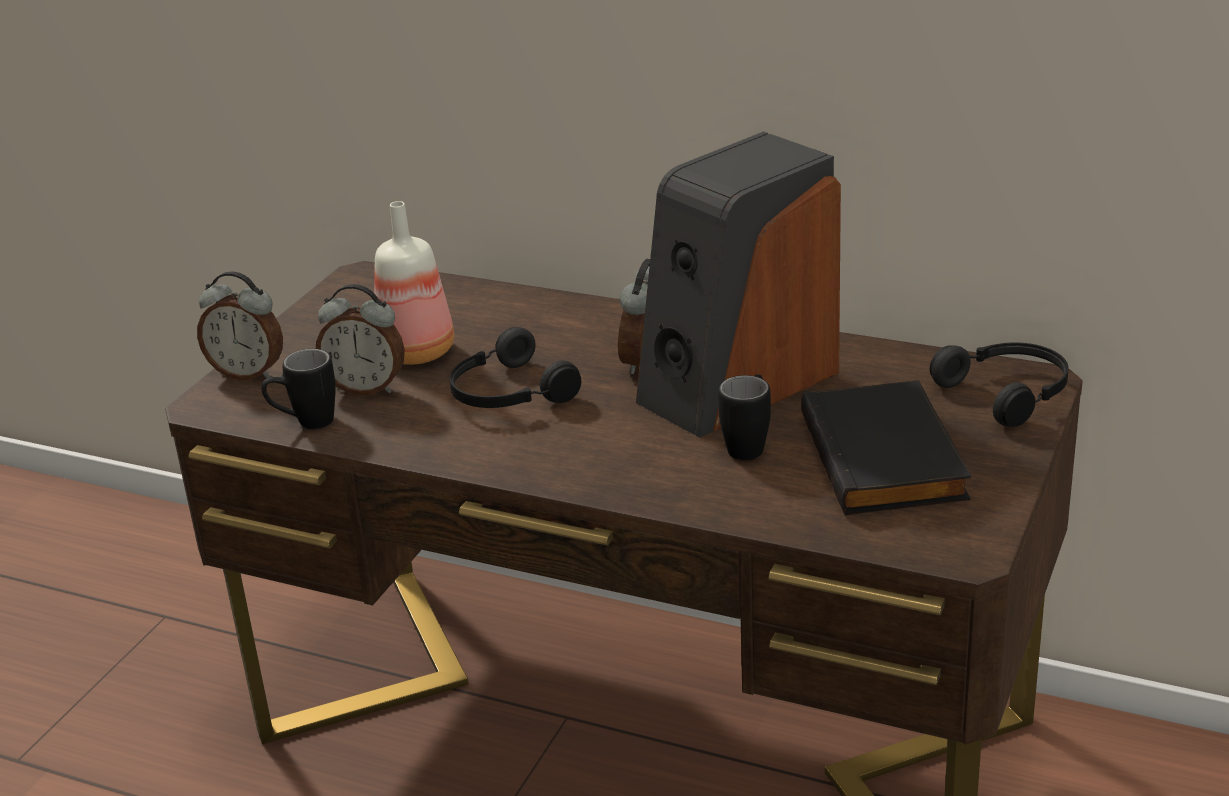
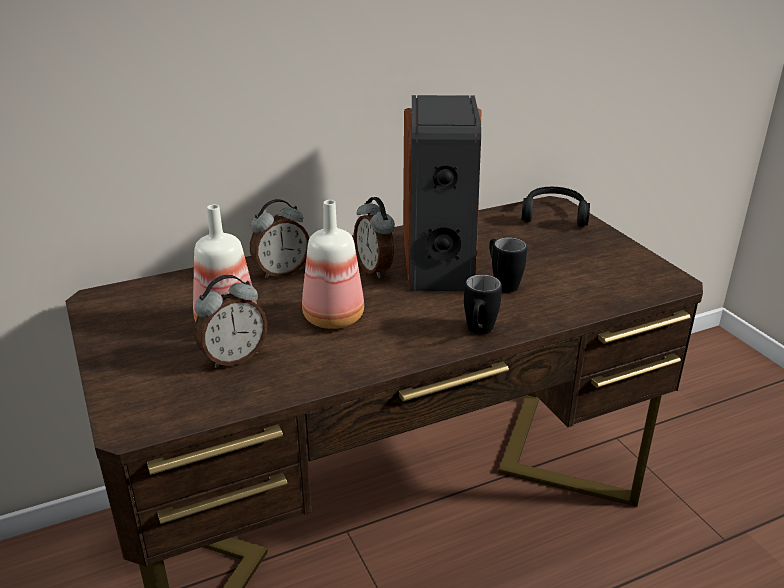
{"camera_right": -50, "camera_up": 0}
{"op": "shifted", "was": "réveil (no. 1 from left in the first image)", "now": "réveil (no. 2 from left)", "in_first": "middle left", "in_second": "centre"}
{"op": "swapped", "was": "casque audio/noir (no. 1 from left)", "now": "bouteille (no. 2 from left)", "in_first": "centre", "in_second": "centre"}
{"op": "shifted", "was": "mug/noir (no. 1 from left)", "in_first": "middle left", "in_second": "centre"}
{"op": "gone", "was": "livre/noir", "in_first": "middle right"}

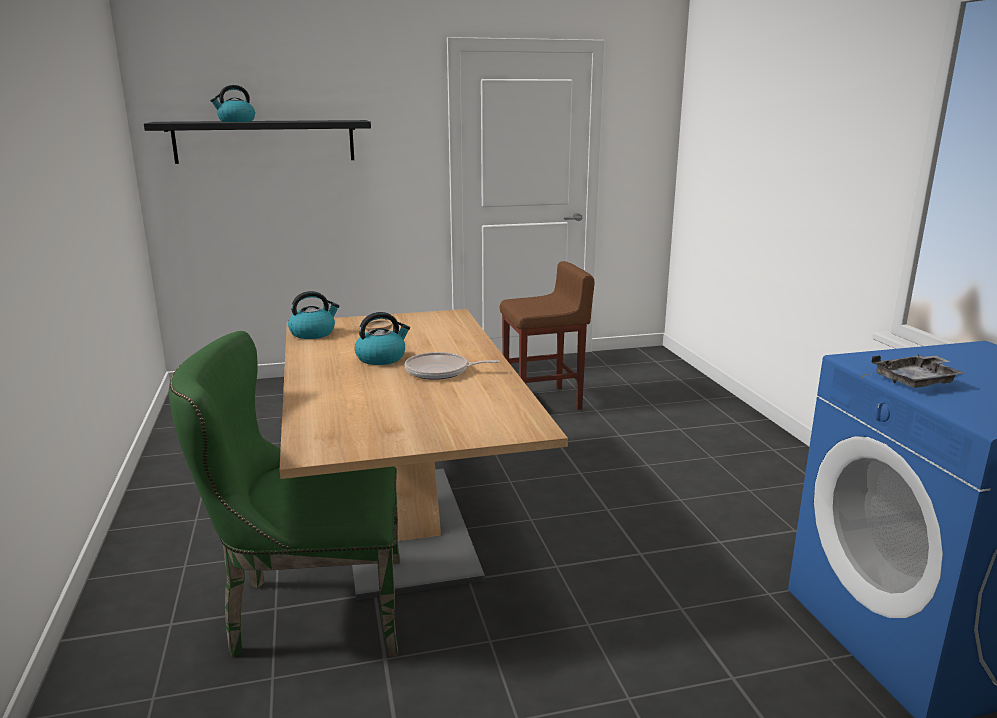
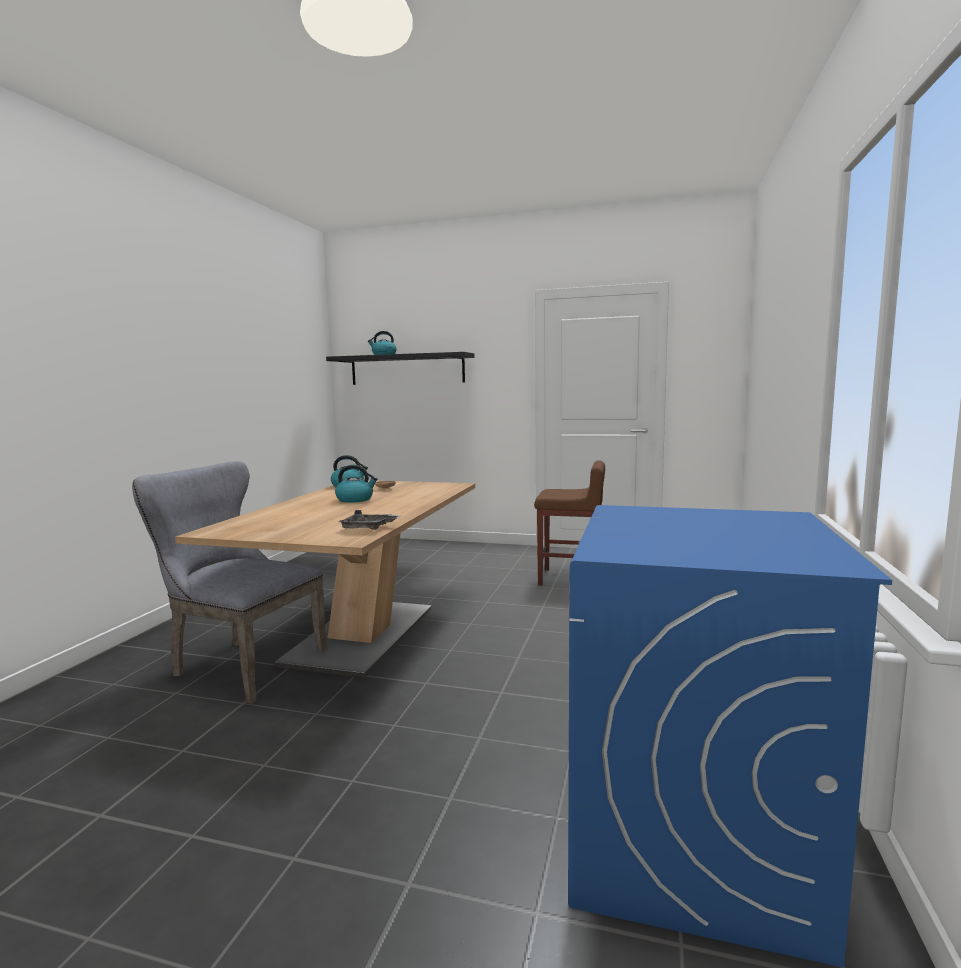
{"camera_right": 30, "camera_up": -10}
{"op": "repainted", "was": "chaise/vert", "now": "chaise/gris", "in_first": "bottom left", "in_second": "middle left"}
{"op": "shifted", "was": "plateau/gris", "in_first": "middle right", "in_second": "centre"}
{"op": "gone", "was": "poêle", "in_first": "centre"}

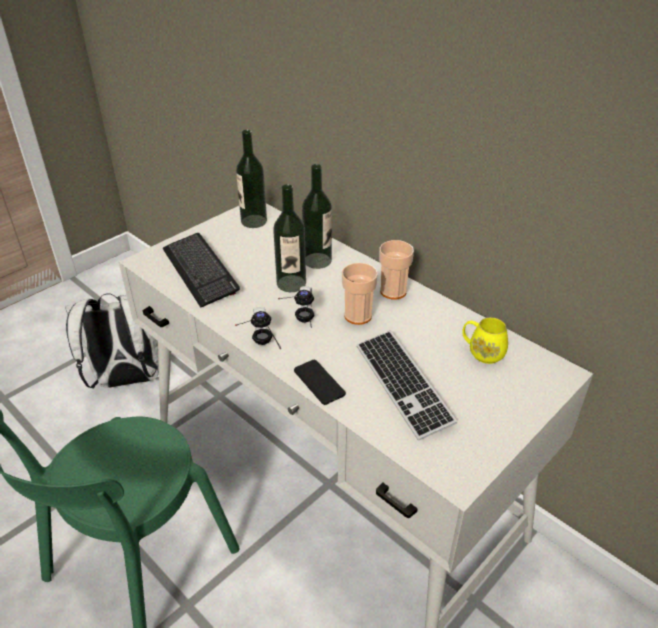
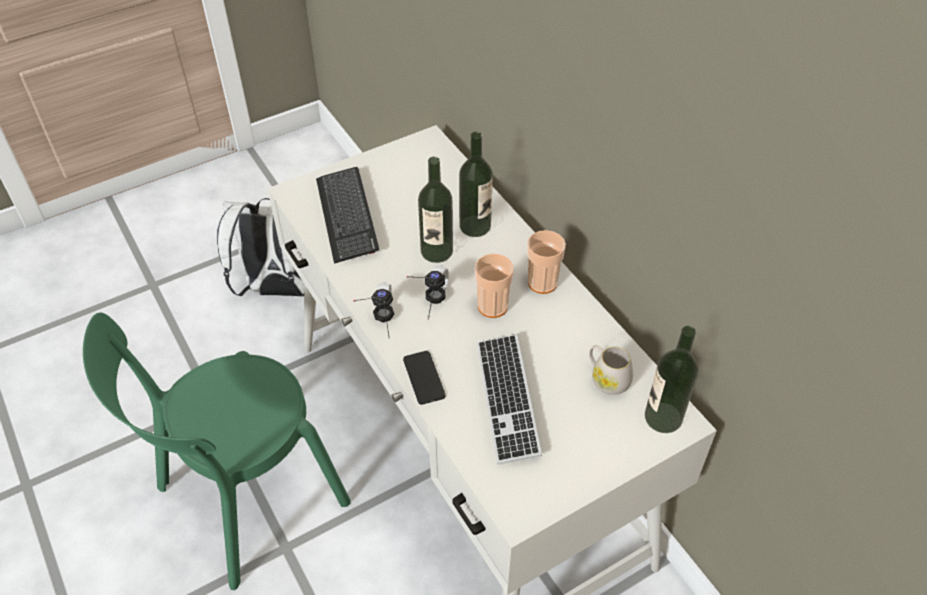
{"camera_right": 15, "camera_up": 10}
{"op": "repainted", "was": "mug/jaune", "now": "mug/blanc", "in_first": "middle right", "in_second": "centre"}
{"op": "shifted", "was": "bouteille (no. 1 from left in the first image)", "now": "bouteille (no. 3 from left)", "in_first": "top centre", "in_second": "middle right"}

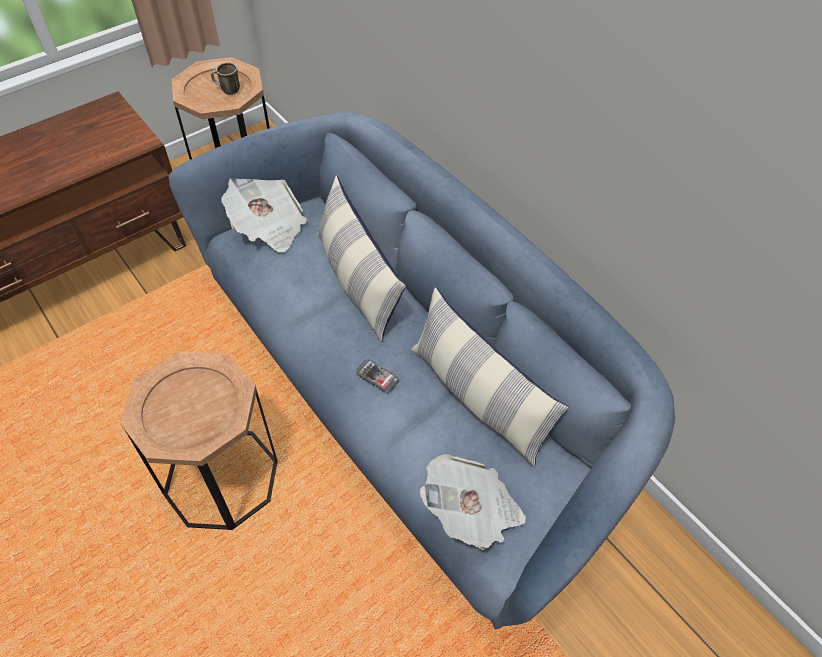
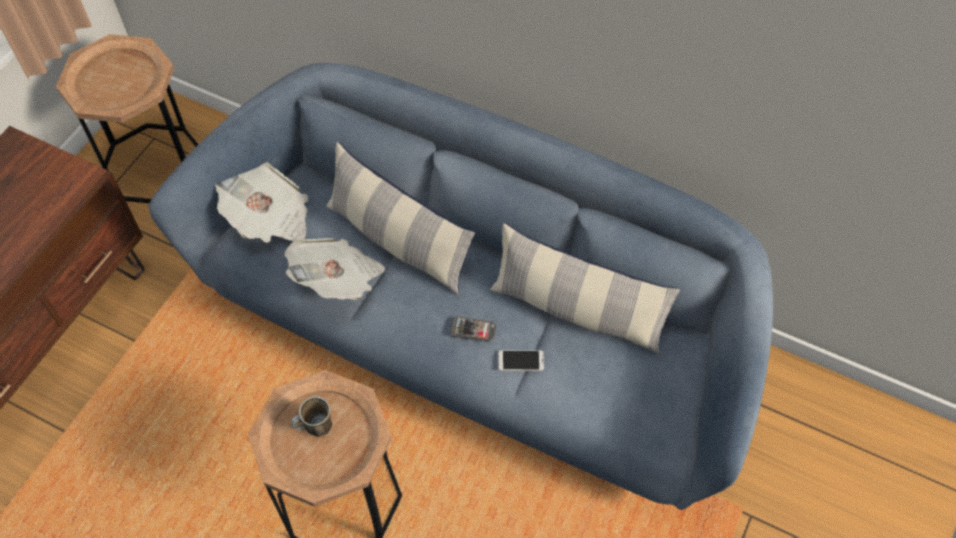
{"camera_right": -25, "camera_up": 5}
{"op": "shifted", "was": "journal (no. 2 from left)", "in_first": "bottom centre", "in_second": "centre"}
{"op": "shifted", "was": "mug", "in_first": "top left", "in_second": "bottom left"}
{"op": "new", "now": "téléphone (no. 2 from left)", "in_second": "bottom centre"}

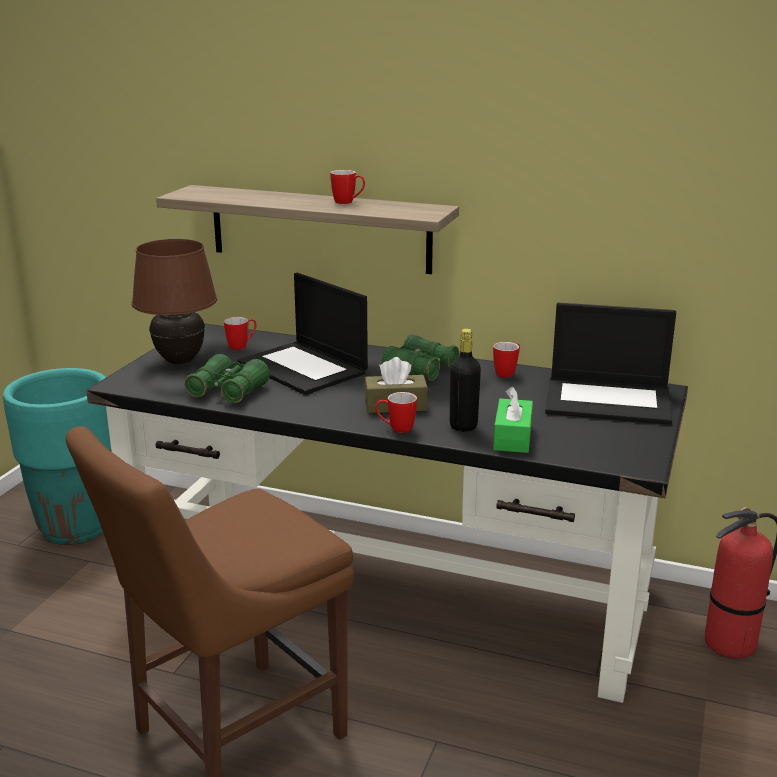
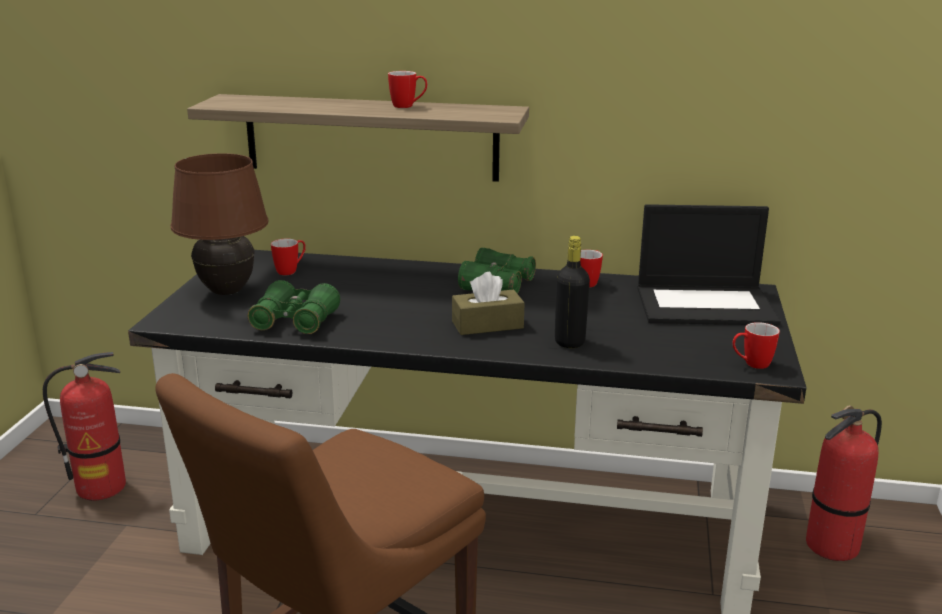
{"camera_right": -10, "camera_up": 0}
{"op": "swapped", "was": "cache-pot/turquoise", "now": "extincteur (no. 1 from left)", "in_first": "middle left", "in_second": "bottom left"}
{"op": "shifted", "was": "mug (no. 3 from left in the first image)", "now": "mug (no. 4 from left)", "in_first": "centre", "in_second": "middle right"}
{"op": "gone", "was": "ordinateur portable (no. 1 from left)", "in_first": "centre"}
{"op": "gone", "was": "boîte à mouchoirs/vert", "in_first": "centre"}

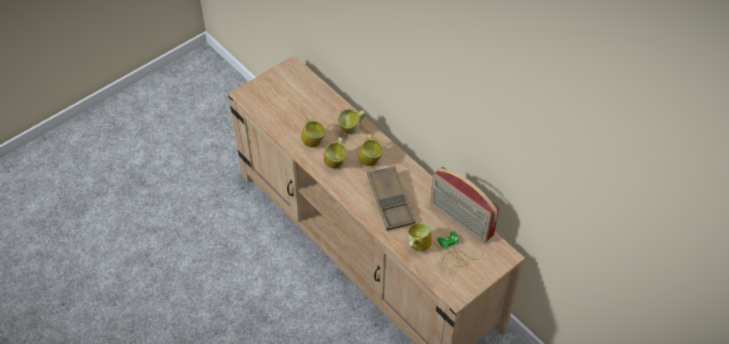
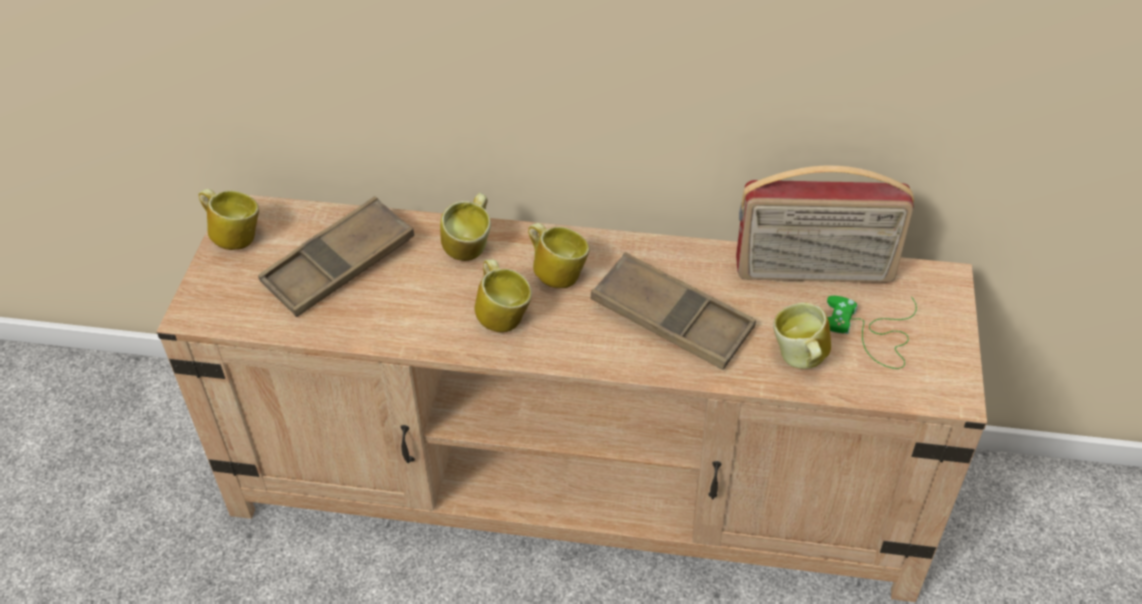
{"camera_right": -40, "camera_up": -5}
{"op": "shifted", "was": "mug (no. 1 from left)", "in_first": "centre", "in_second": "middle left"}
{"op": "new", "now": "plateau/marron (no. 1 from left)", "in_second": "middle left"}

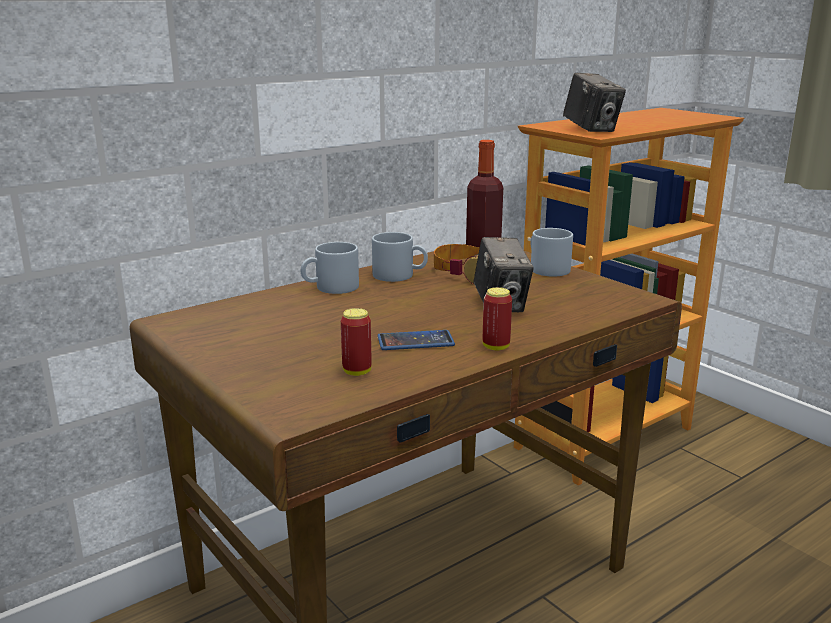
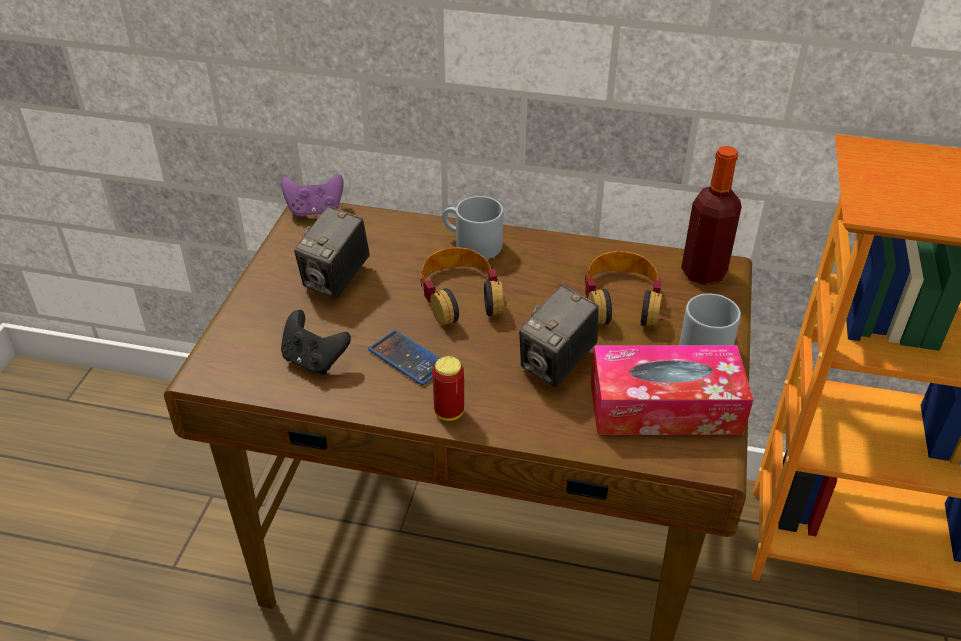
{"camera_right": 50, "camera_up": 20}
{"op": "new", "now": "manette/violet", "in_second": "top left"}
{"op": "swapped", "was": "boîte métallique (no. 1 from left)", "now": "manette/noir", "in_first": "centre", "in_second": "middle left"}
{"op": "shifted", "was": "appareil photo (no. 2 from left in the first image)", "now": "appareil photo (no. 1 from left)", "in_first": "top right", "in_second": "centre"}
{"op": "new", "now": "casque audio (no. 1 from left)", "in_second": "centre"}
{"op": "new", "now": "boîte à mouchoirs", "in_second": "middle right"}
{"op": "gone", "was": "mug/gris (no. 2 from left)", "in_first": "centre"}

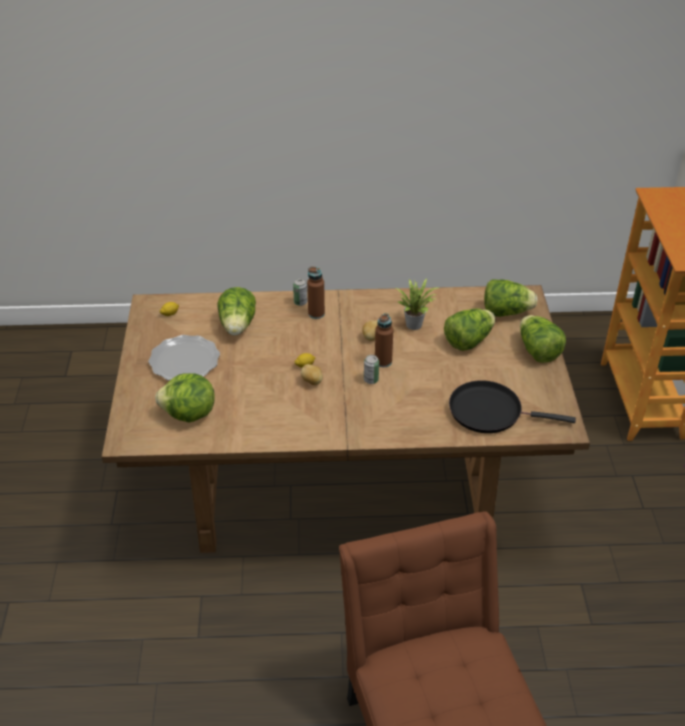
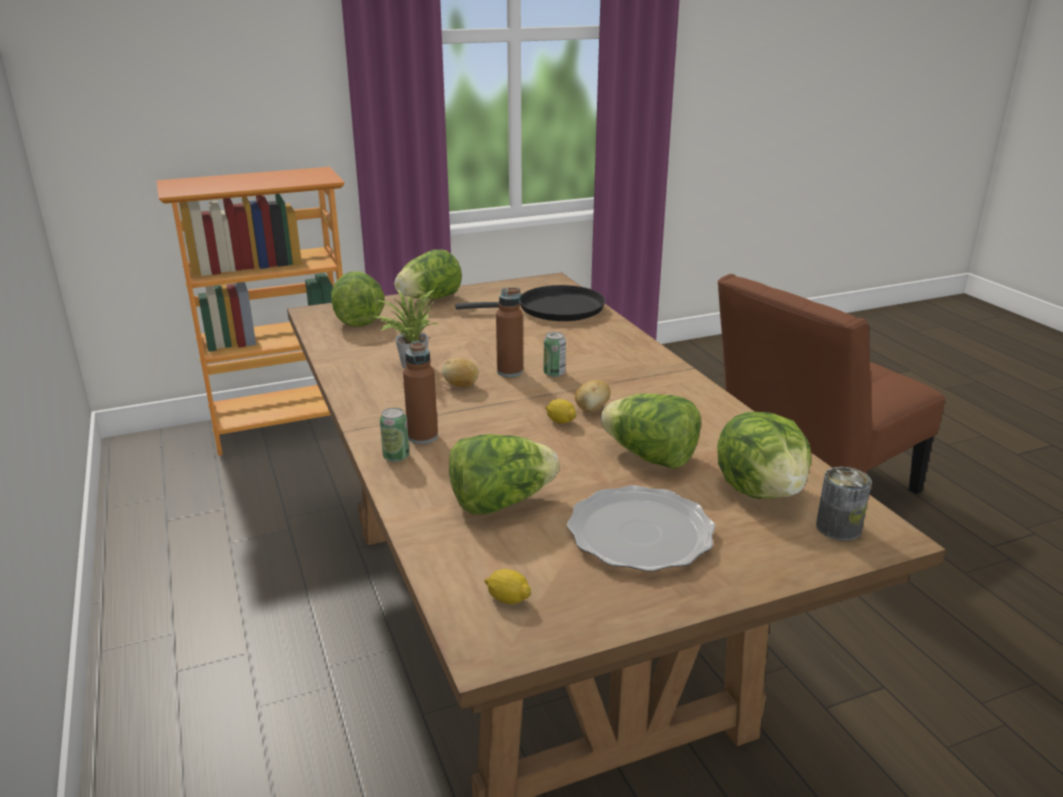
{"camera_right": -110, "camera_up": -15}
{"op": "rotated", "was": "poêle/noir", "in_first": "middle right", "in_second": "centre", "clockwise": -90}
{"op": "shifted", "was": "laitue (no. 3 from left in the first image)", "now": "laitue (no. 4 from left)", "in_first": "middle right", "in_second": "centre"}
{"op": "new", "now": "boîte métallique (no. 3 from left)", "in_second": "middle right"}

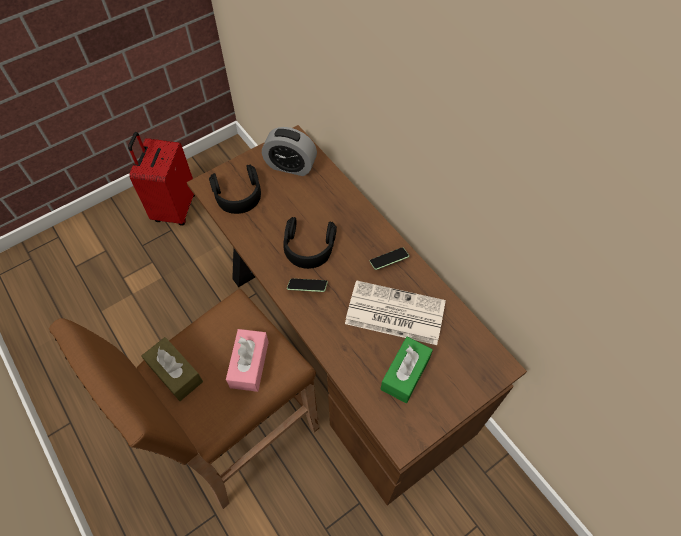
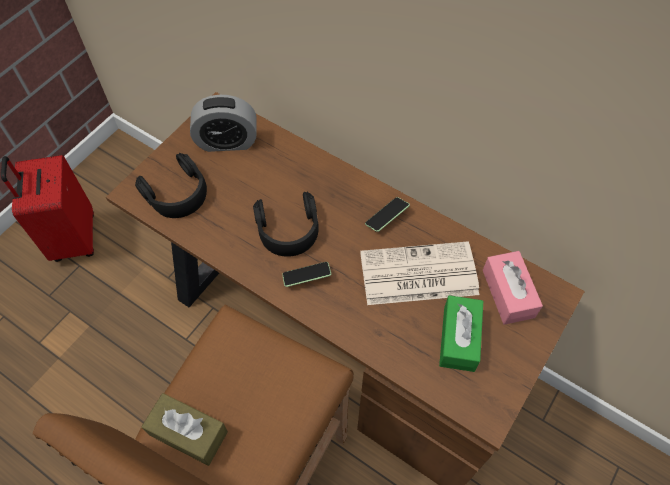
{"camera_right": -20, "camera_up": 0}
{"op": "shifted", "was": "boîte à mouchoirs/rose", "in_first": "bottom centre", "in_second": "middle right"}

